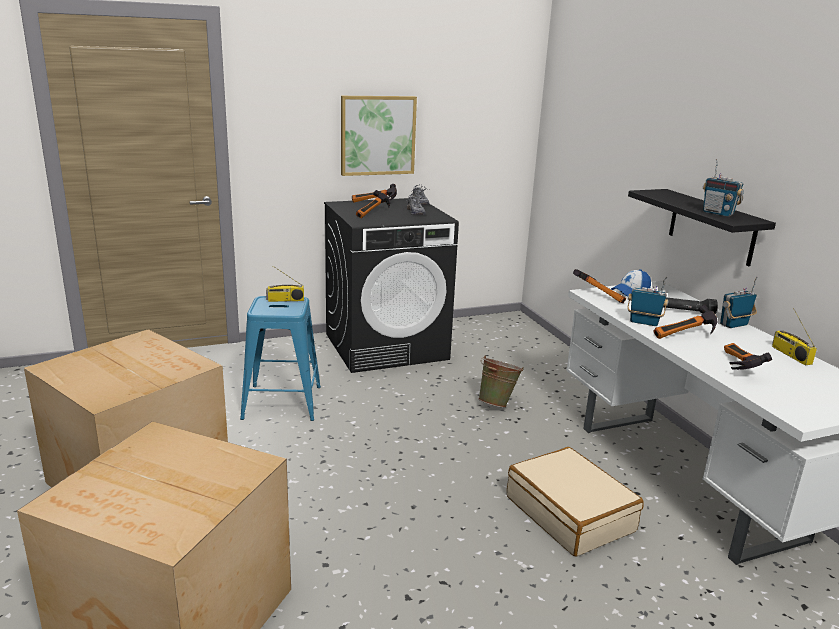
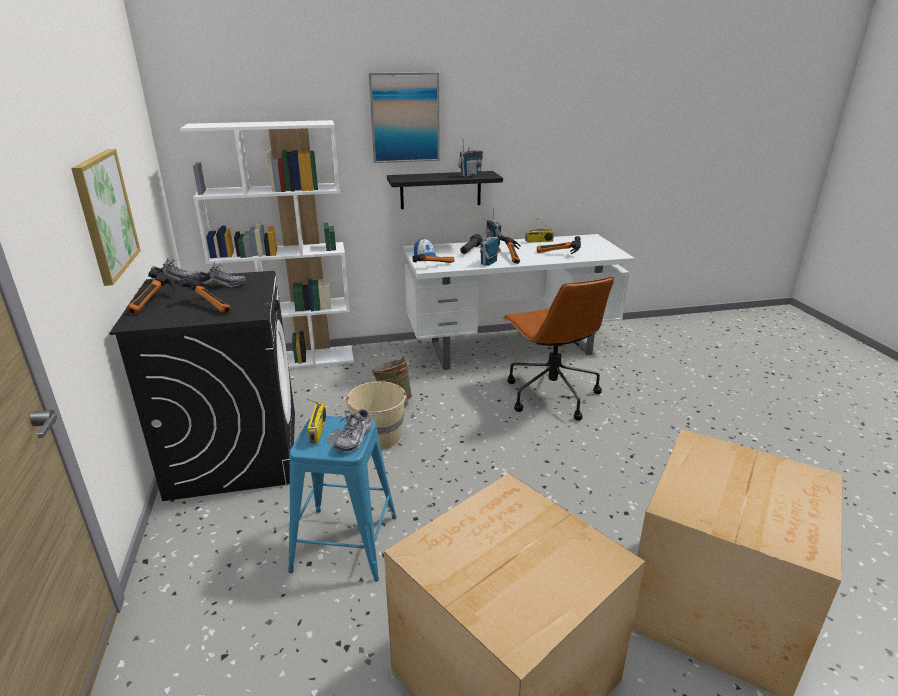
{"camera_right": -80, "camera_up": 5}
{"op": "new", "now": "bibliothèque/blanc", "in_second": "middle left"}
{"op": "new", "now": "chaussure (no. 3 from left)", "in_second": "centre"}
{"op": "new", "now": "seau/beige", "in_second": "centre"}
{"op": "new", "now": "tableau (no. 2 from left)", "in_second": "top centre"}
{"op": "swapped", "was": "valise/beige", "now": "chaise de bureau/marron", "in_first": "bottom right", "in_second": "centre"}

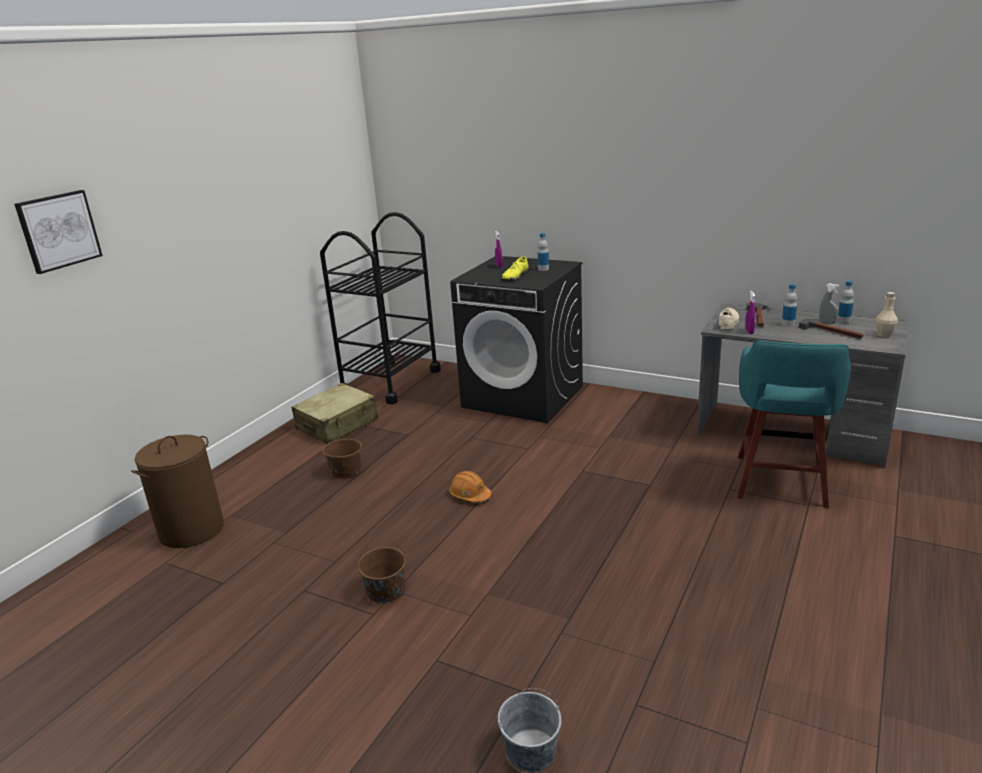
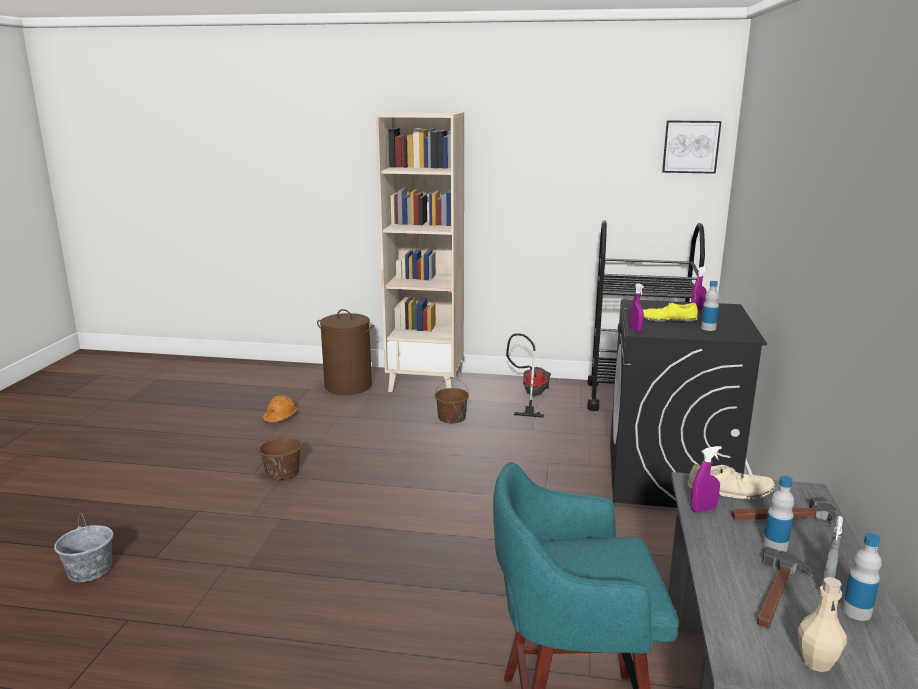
{"camera_right": 70, "camera_up": -5}
{"op": "shifted", "was": "casque de chantier/orange", "in_first": "centre", "in_second": "middle left"}
{"op": "new", "now": "bibliothèque/beige", "in_second": "centre"}
{"op": "swapped", "was": "valise/beige", "now": "aspirateur", "in_first": "centre", "in_second": "centre"}
{"op": "new", "now": "vaporisateur/violet (no. 1 from left)", "in_second": "middle right"}
{"op": "shifted", "was": "tableau", "in_first": "top left", "in_second": "top right"}

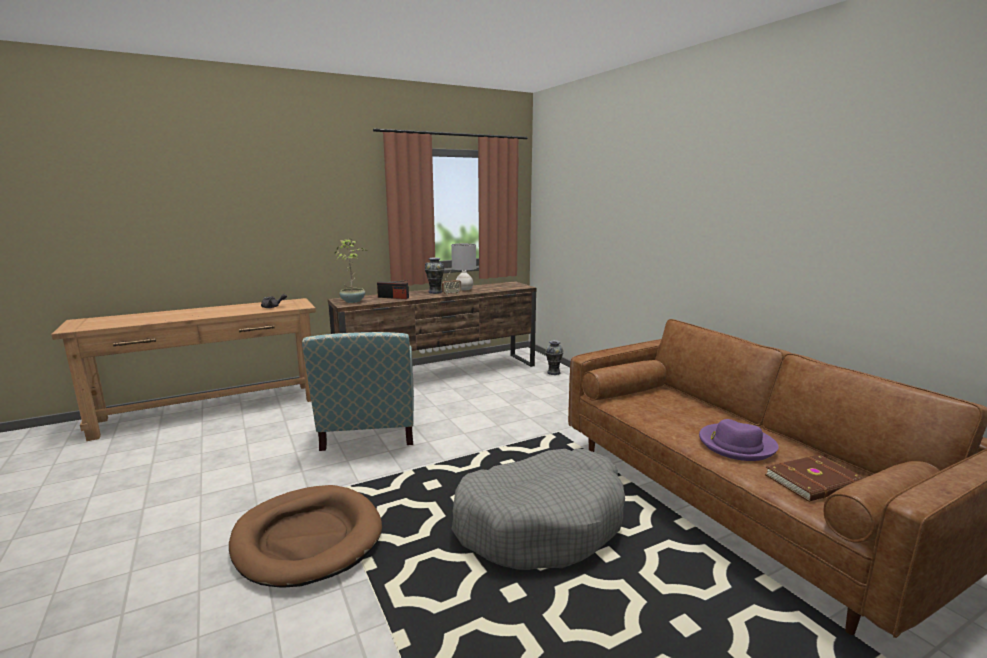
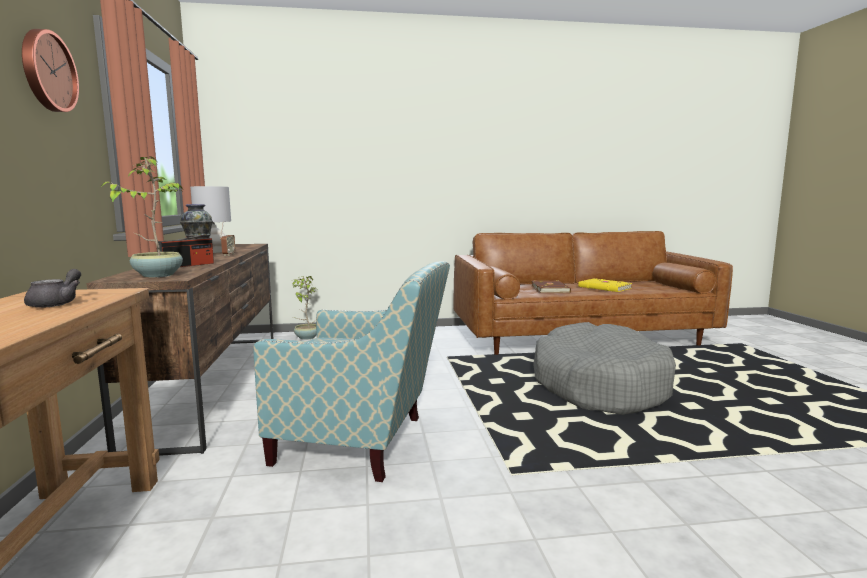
{"camera_right": -70, "camera_up": -5}
{"op": "new", "now": "horloge murale", "in_second": "top left"}
{"op": "swapped", "was": "vase (no. 2 from left)", "now": "plante en pot (no. 2 from left)", "in_first": "centre", "in_second": "centre"}
{"op": "shifted", "was": "livre/marron", "in_first": "bottom right", "in_second": "centre"}
{"op": "swapped", "was": "chapeau/violet", "now": "livre/jaune", "in_first": "bottom right", "in_second": "middle right"}
{"op": "gone", "was": "panier pour chien/marron", "in_first": "bottom left"}

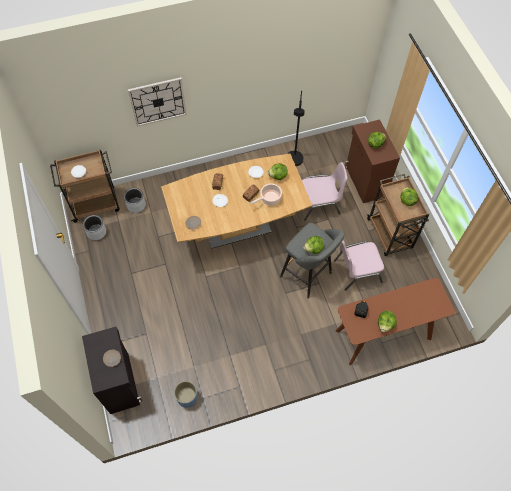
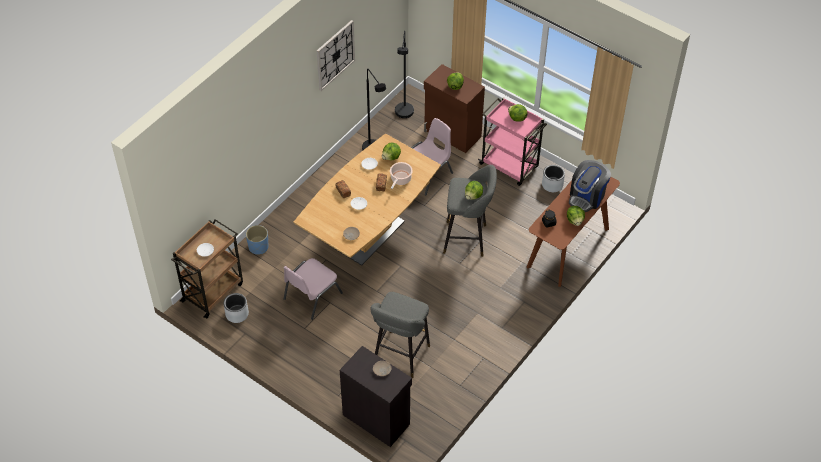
{"camera_right": -35, "camera_up": -10}
{"op": "shifted", "was": "cache-pot/bleu", "in_first": "bottom centre", "in_second": "middle left"}
{"op": "shifted", "was": "chaise/rose (no. 2 from left in the first image)", "now": "chaise/rose (no. 1 from left)", "in_first": "middle right", "in_second": "centre"}
{"op": "shifted", "was": "horloge murale", "in_first": "top left", "in_second": "top centre"}
{"op": "new", "now": "tabouret/gris (no. 1 from left)", "in_second": "bottom centre"}
{"op": "new", "now": "lampadaire/noir (no. 2 from left)", "in_second": "top centre"}
{"op": "repainted", "was": "chariot/marron (no. 2 from left)", "now": "chariot/rose", "in_first": "middle right", "in_second": "top centre"}
{"op": "shifted", "was": "cache-pot/gris (no. 2 from left)", "in_first": "middle left", "in_second": "middle right"}
{"op": "new", "now": "machine à café", "in_second": "middle right"}

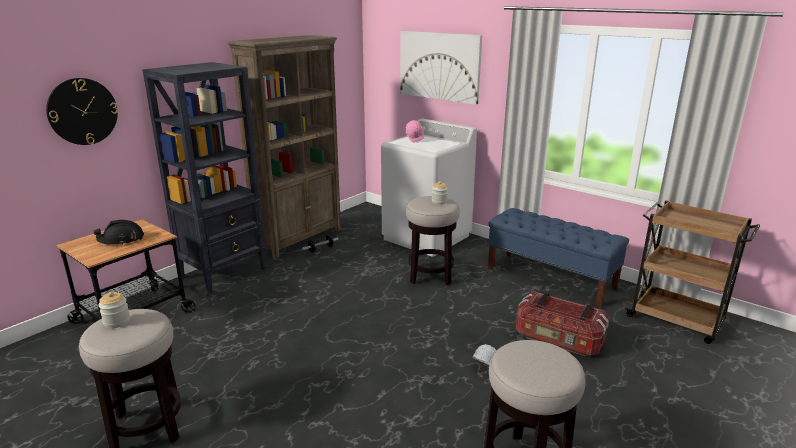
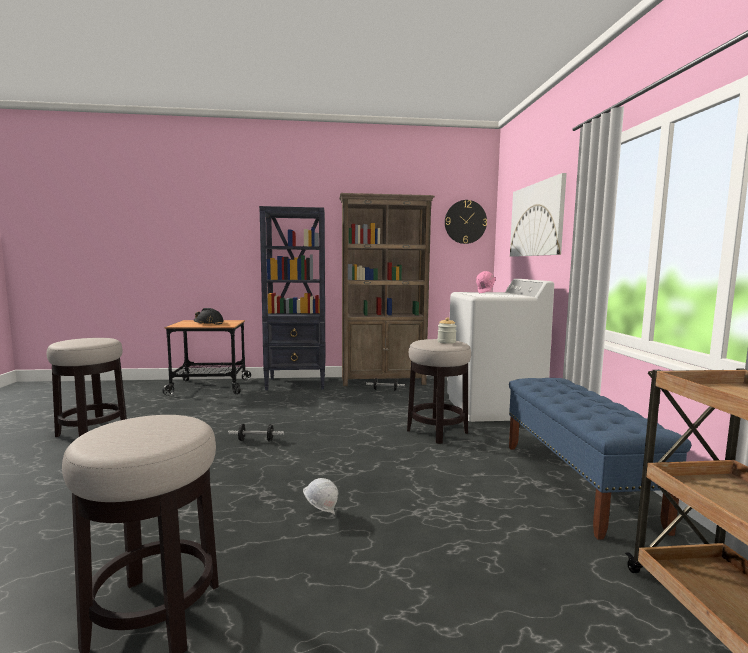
{"camera_right": 45, "camera_up": -15}
{"op": "new", "now": "haltère (no. 1 from left)", "in_second": "centre"}
{"op": "shifted", "was": "horloge murale", "in_first": "top left", "in_second": "centre"}
{"op": "gone", "was": "bocal (no. 1 from left)", "in_first": "bottom left"}
{"op": "gone", "was": "boîte de rangement", "in_first": "bottom right"}

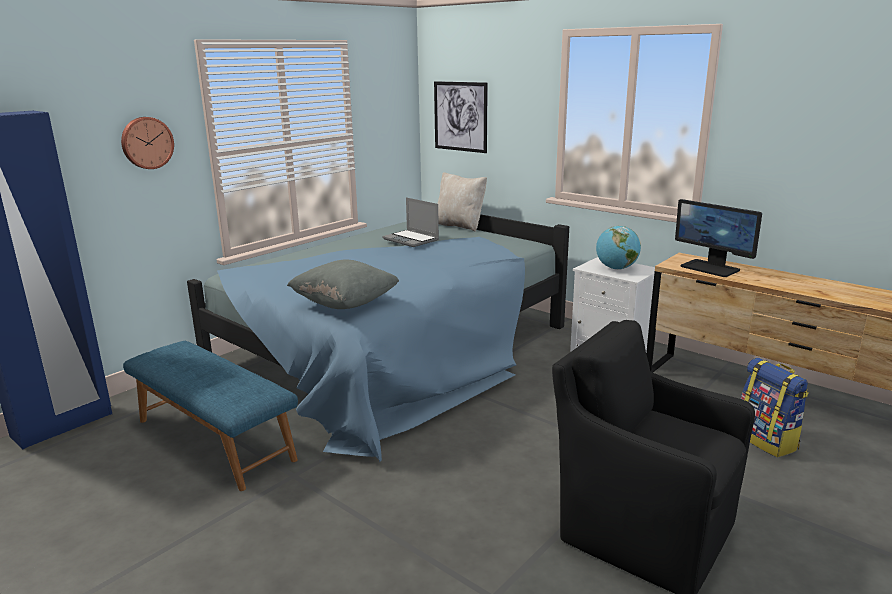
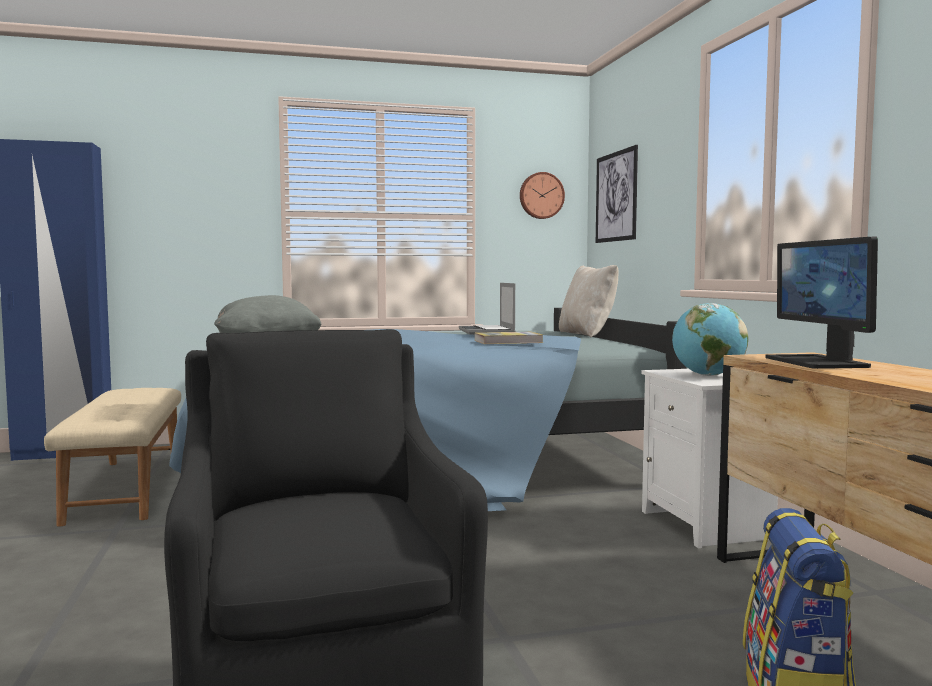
{"camera_right": 35, "camera_up": -15}
{"op": "repainted", "was": "banc/bleu", "now": "banc/beige", "in_first": "bottom left", "in_second": "middle left"}
{"op": "new", "now": "livre", "in_second": "centre"}
{"op": "shifted", "was": "horloge murale", "in_first": "top left", "in_second": "top centre"}

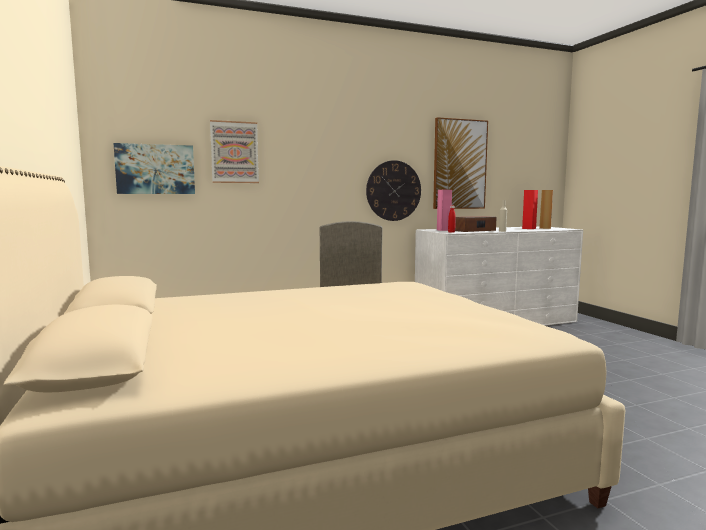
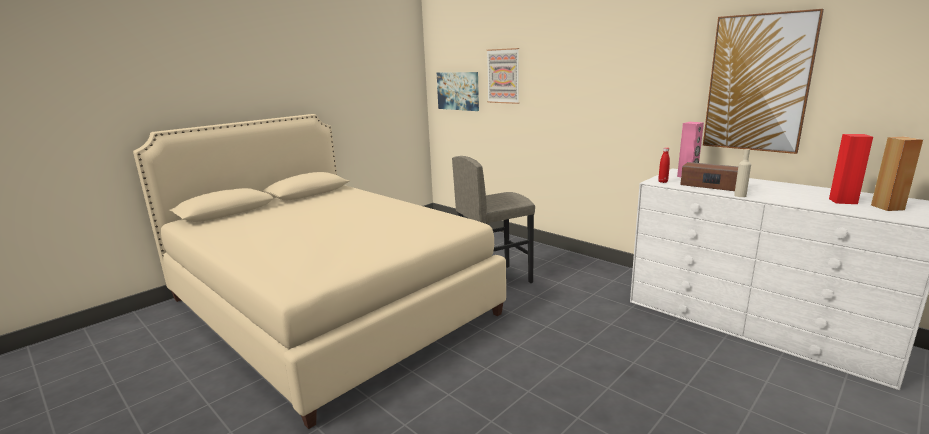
{"camera_right": 65, "camera_up": 10}
{"op": "gone", "was": "horloge murale", "in_first": "centre"}

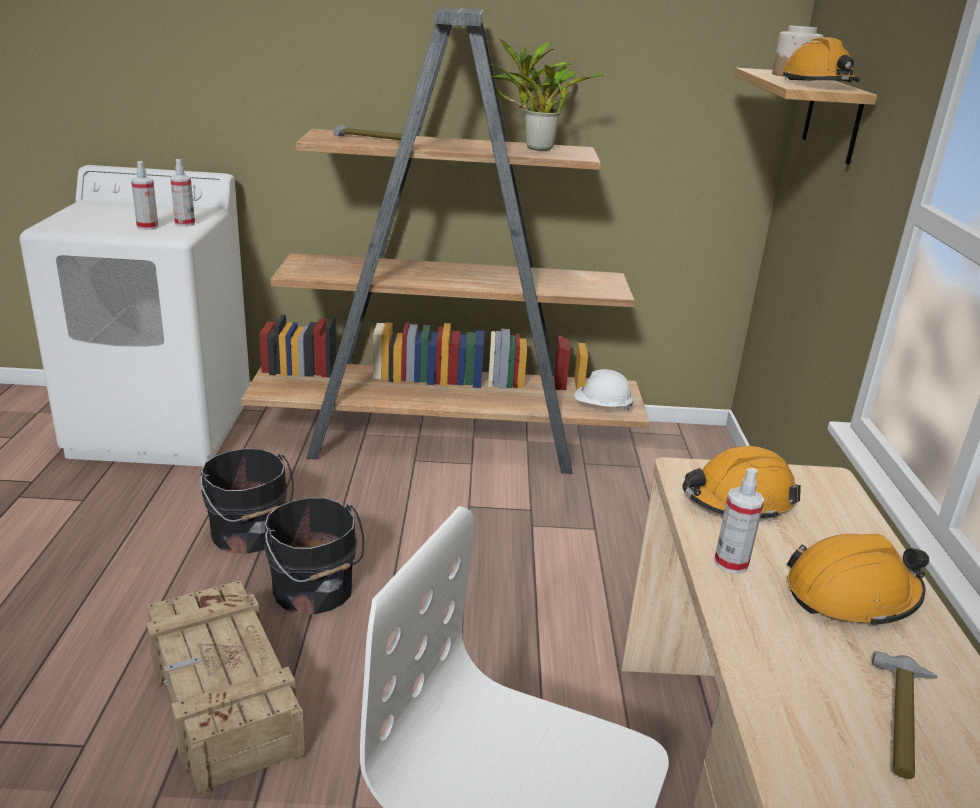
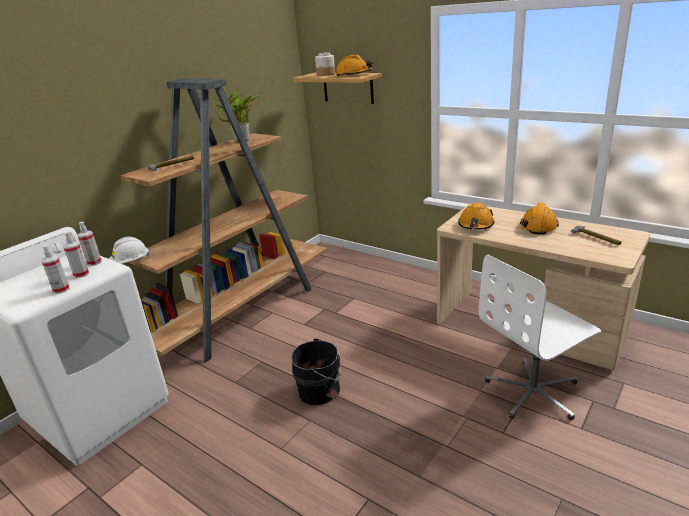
{"camera_right": -50, "camera_up": 0}
{"op": "shifted", "was": "vaporisateur (no. 3 from left in the first image)", "now": "vaporisateur (no. 1 from left)", "in_first": "middle right", "in_second": "middle left"}
{"op": "shifted", "was": "casque de chantier/blanc", "in_first": "centre", "in_second": "middle left"}
{"op": "gone", "was": "caisse", "in_first": "bottom left"}
{"op": "gone", "was": "seau/noir (no. 1 from left)", "in_first": "middle left"}

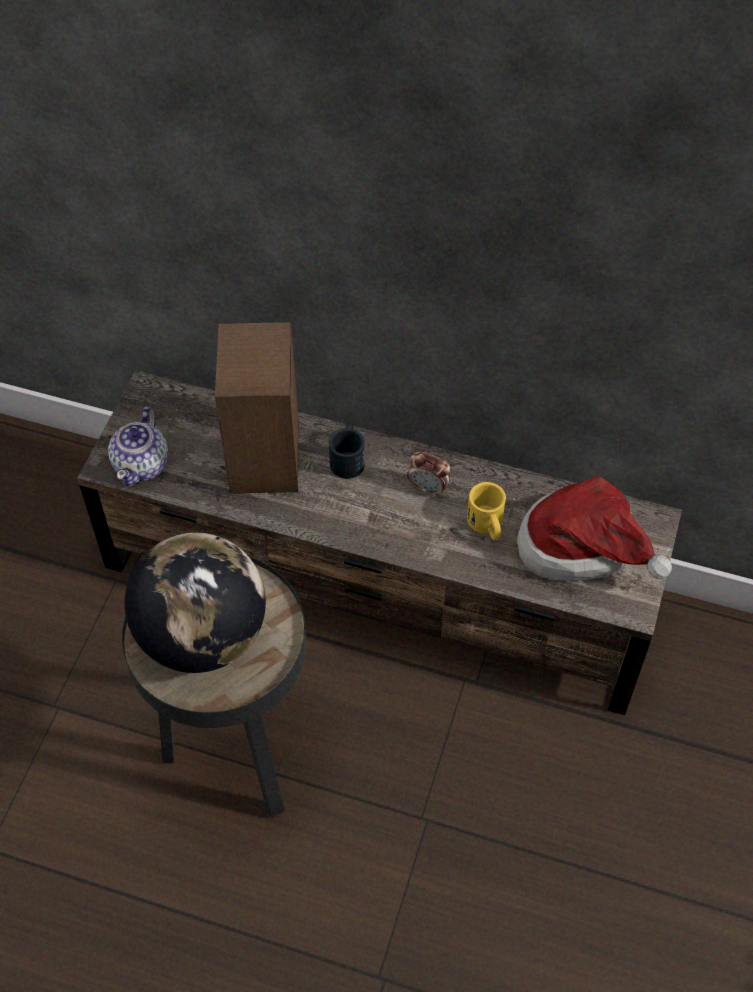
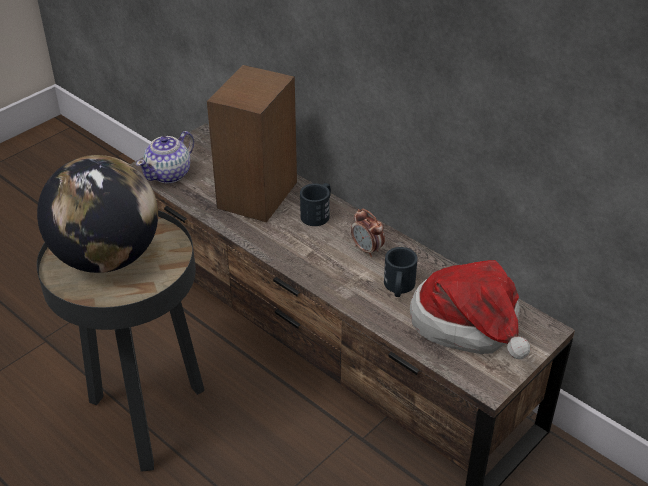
{"camera_right": 25, "camera_up": -15}
{"op": "repainted", "was": "mug/jaune", "now": "mug/noir (no. 2 from left)", "in_first": "centre", "in_second": "centre"}

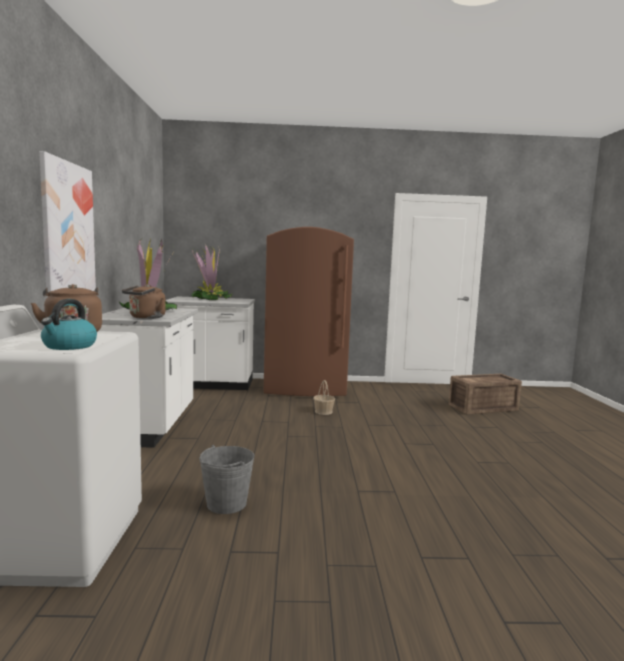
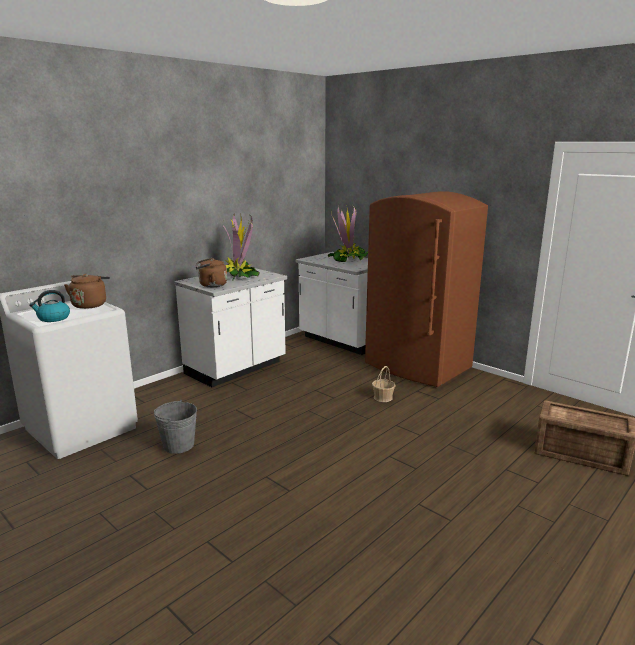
{"camera_right": 45, "camera_up": 10}
{"op": "gone", "was": "tableau", "in_first": "middle left"}

